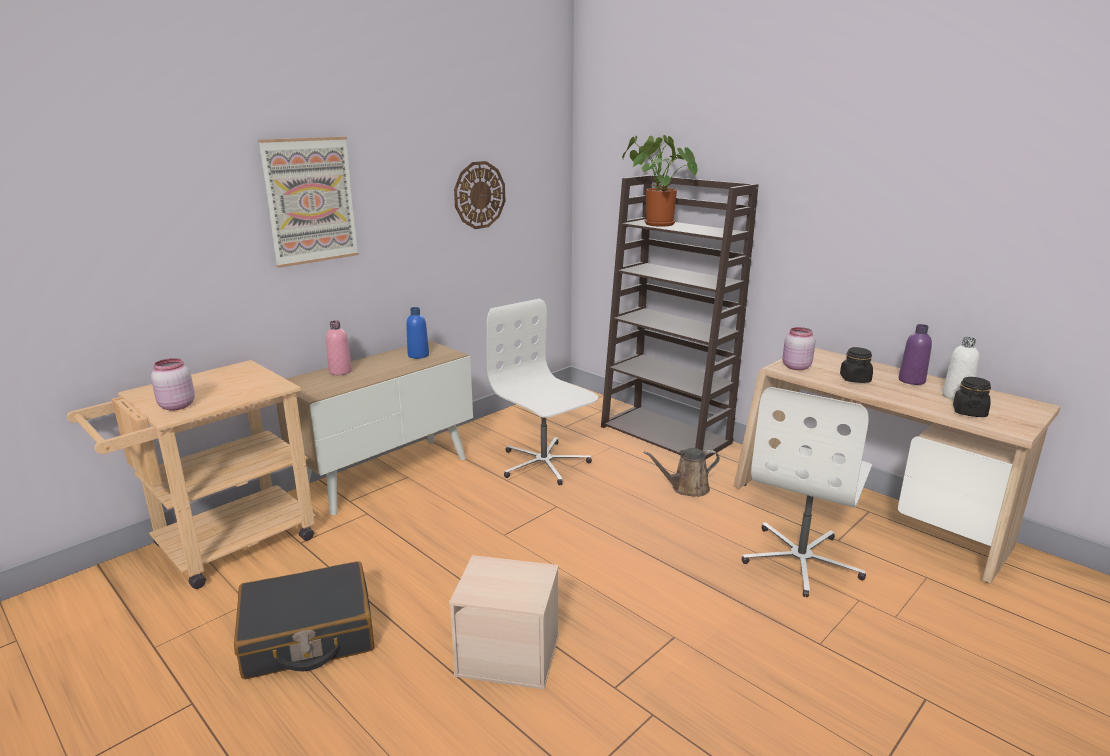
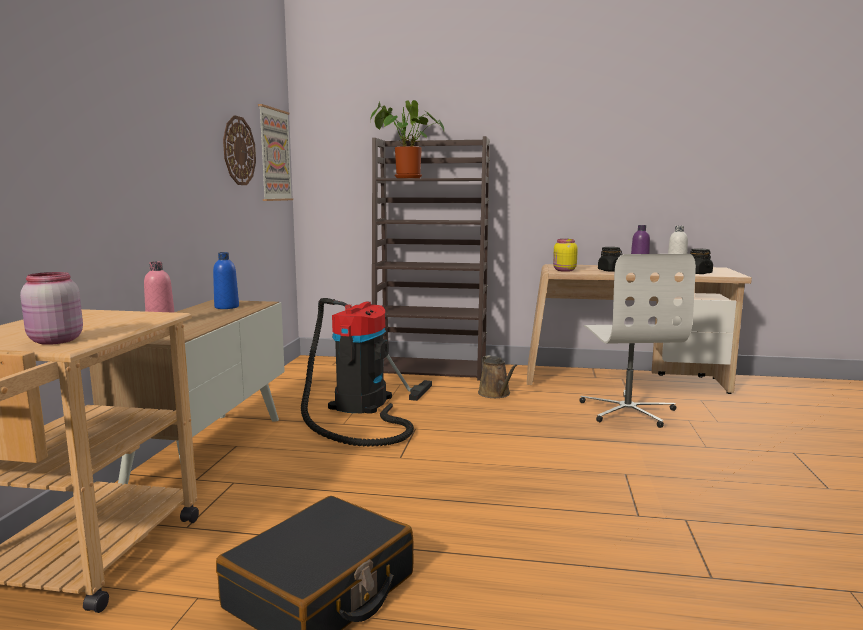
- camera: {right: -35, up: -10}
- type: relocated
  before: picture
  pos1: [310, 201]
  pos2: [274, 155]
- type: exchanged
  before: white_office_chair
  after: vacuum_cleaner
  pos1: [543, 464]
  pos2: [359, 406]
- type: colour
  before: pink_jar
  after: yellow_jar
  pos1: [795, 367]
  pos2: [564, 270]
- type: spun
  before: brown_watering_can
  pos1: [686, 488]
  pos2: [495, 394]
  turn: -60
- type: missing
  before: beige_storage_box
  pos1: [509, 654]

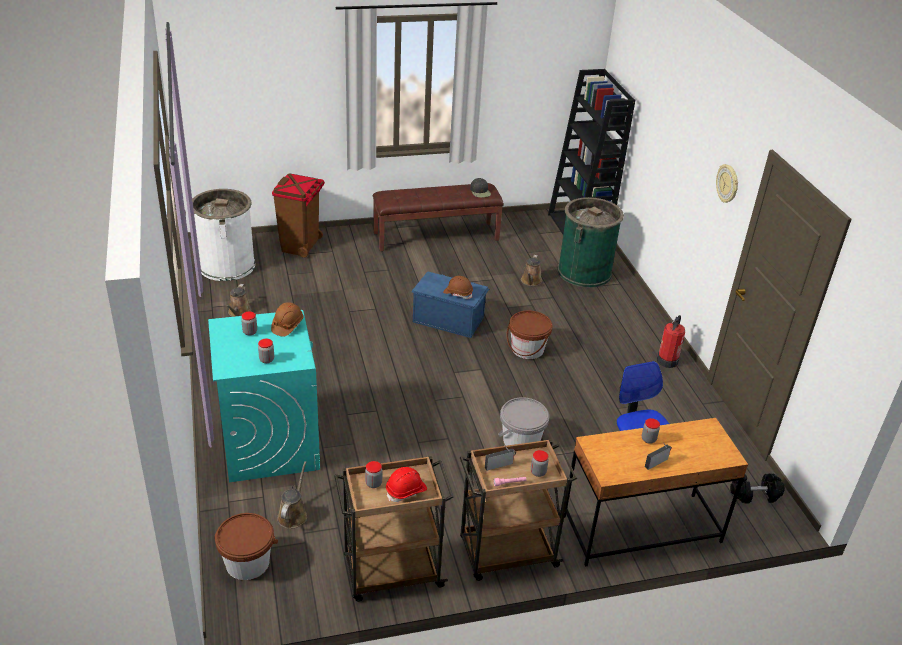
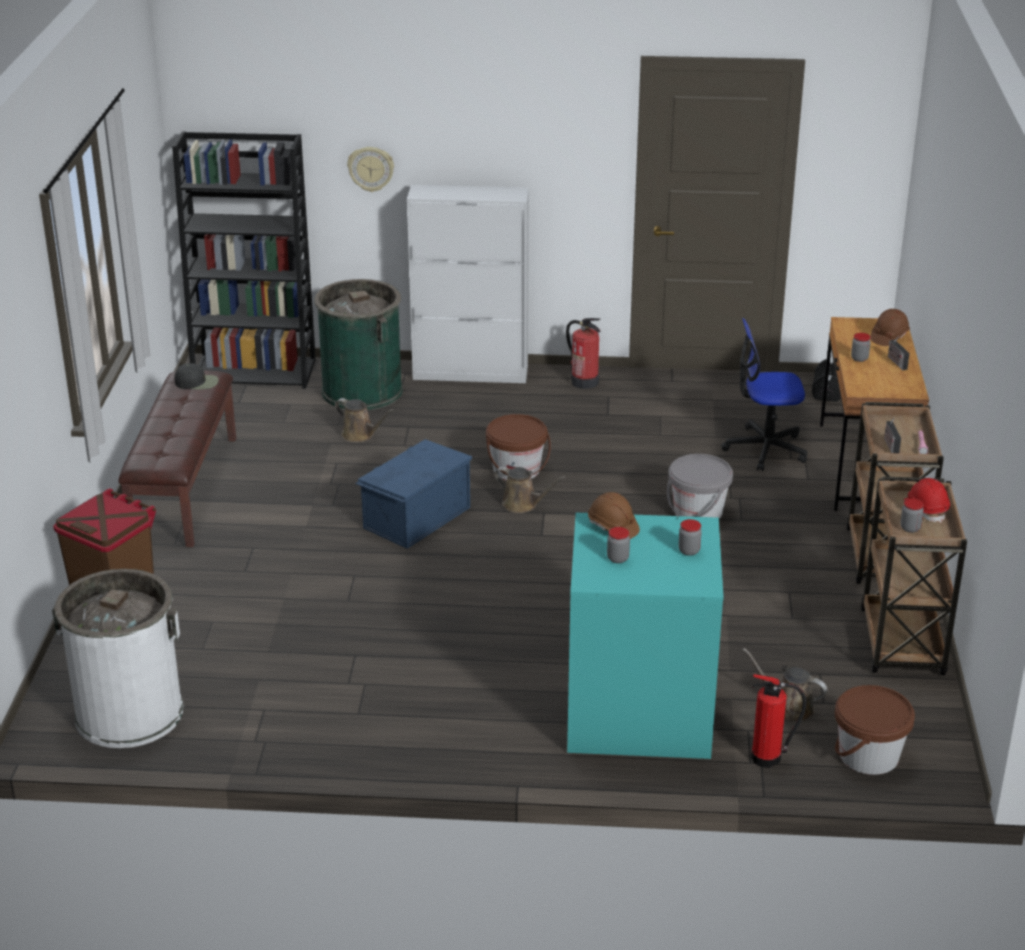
- camera: {right: -70, up: -5}
- type: relocated
  before: wall_clock
  pos1: [727, 184]
  pos2: [371, 168]
- type: relocated
  before: brown_hard_hat
  pos1: [458, 293]
  pos2: [889, 337]
- type: relocated
  before: brown_watering_can
  pos1: [239, 313]
  pos2: [523, 504]
- type: missing
  before: jar
  pos1: [538, 472]
- type: appeared
  after: white_cabinet
  pos2: [471, 373]
- type: appeared
  after: fire_extinguisher
  pos2: [769, 758]

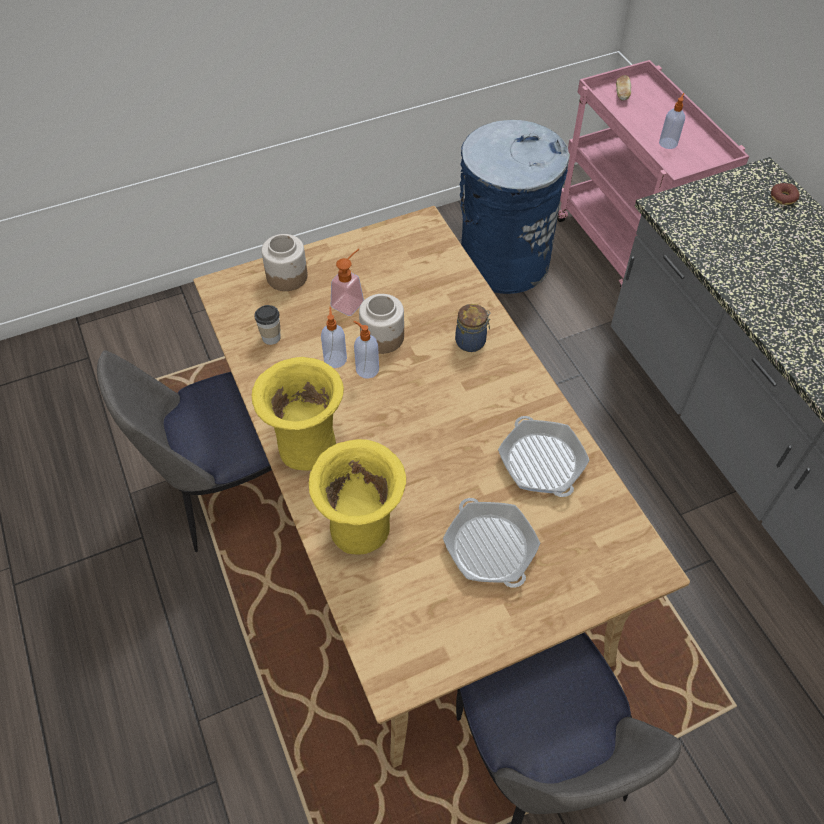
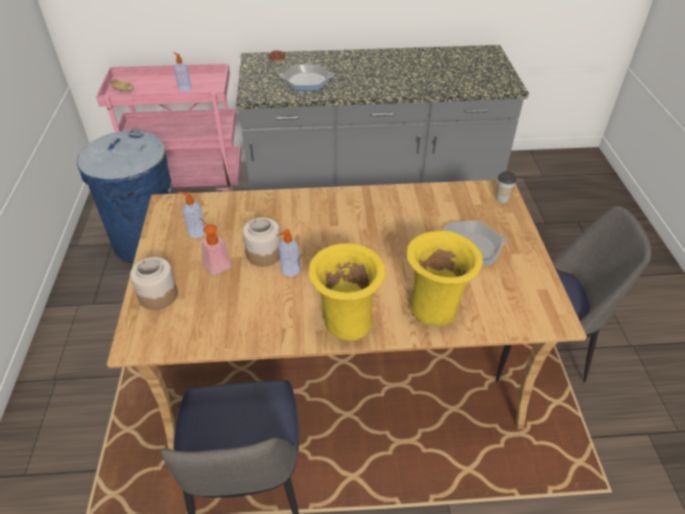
- camera: {right: -70, up: -10}
- type: missing
  before: jar
  pos1: [472, 341]
- type: relocated
  before: cup
  pos1: [271, 337]
  pos2: [502, 198]
- type: relocated
  before: soap_dispenser
  pos1: [335, 358]
  pos2: [196, 232]
- type: relocated
  before: frying_pan
  pos1: [541, 462]
  pos2: [307, 81]

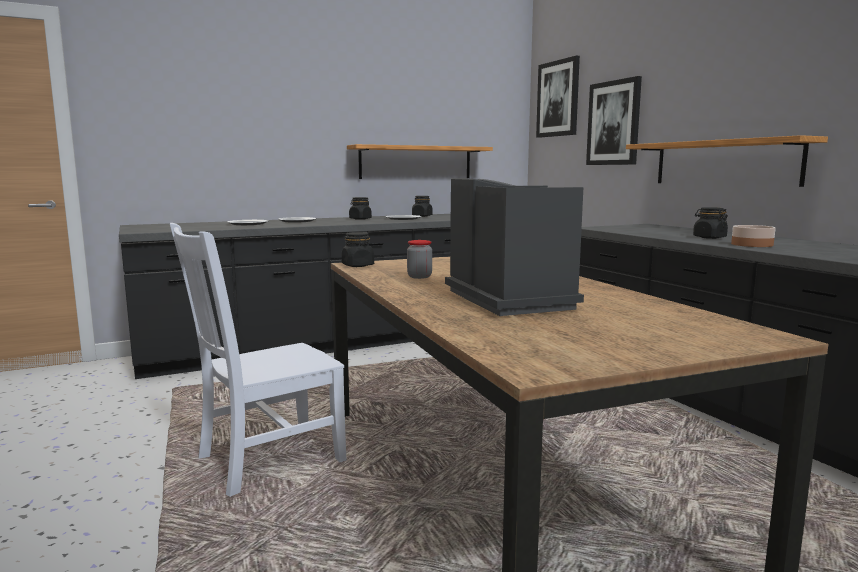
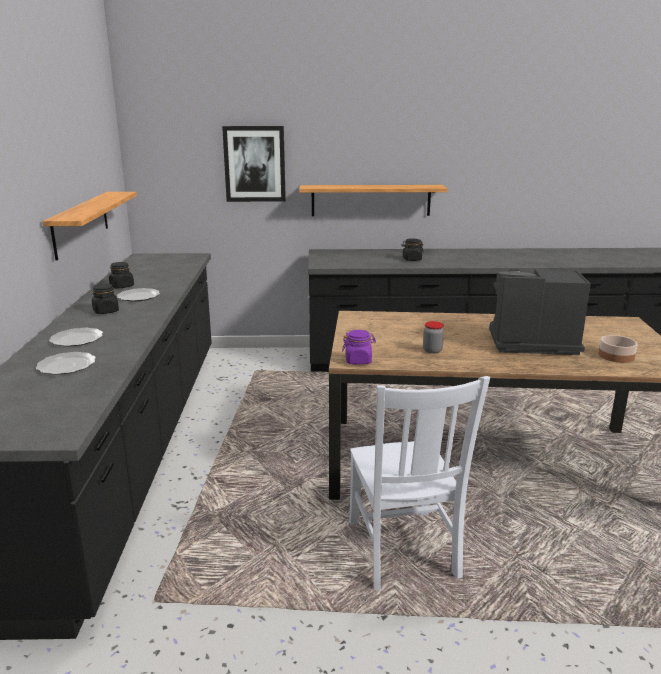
- camera: {right: -65, up: 10}
- type: missing
  before: picture
  pos1: [558, 98]
- type: relocated
  before: bowl
  pos1: [752, 244]
  pos2: [616, 356]
- type: colour
  before: black_jar
  after: purple_jar
  pos1: [358, 265]
  pos2: [358, 361]

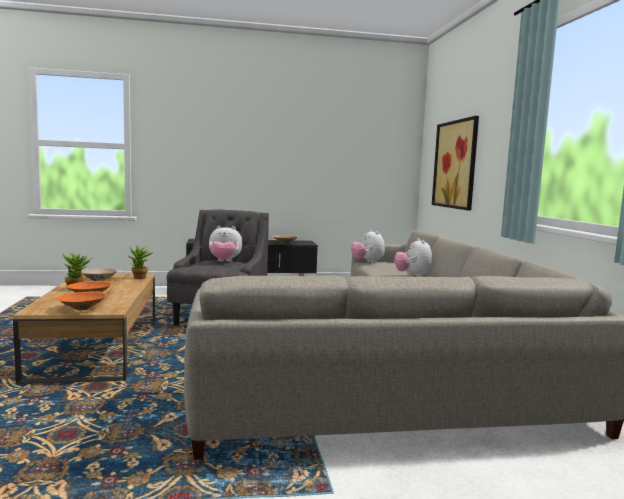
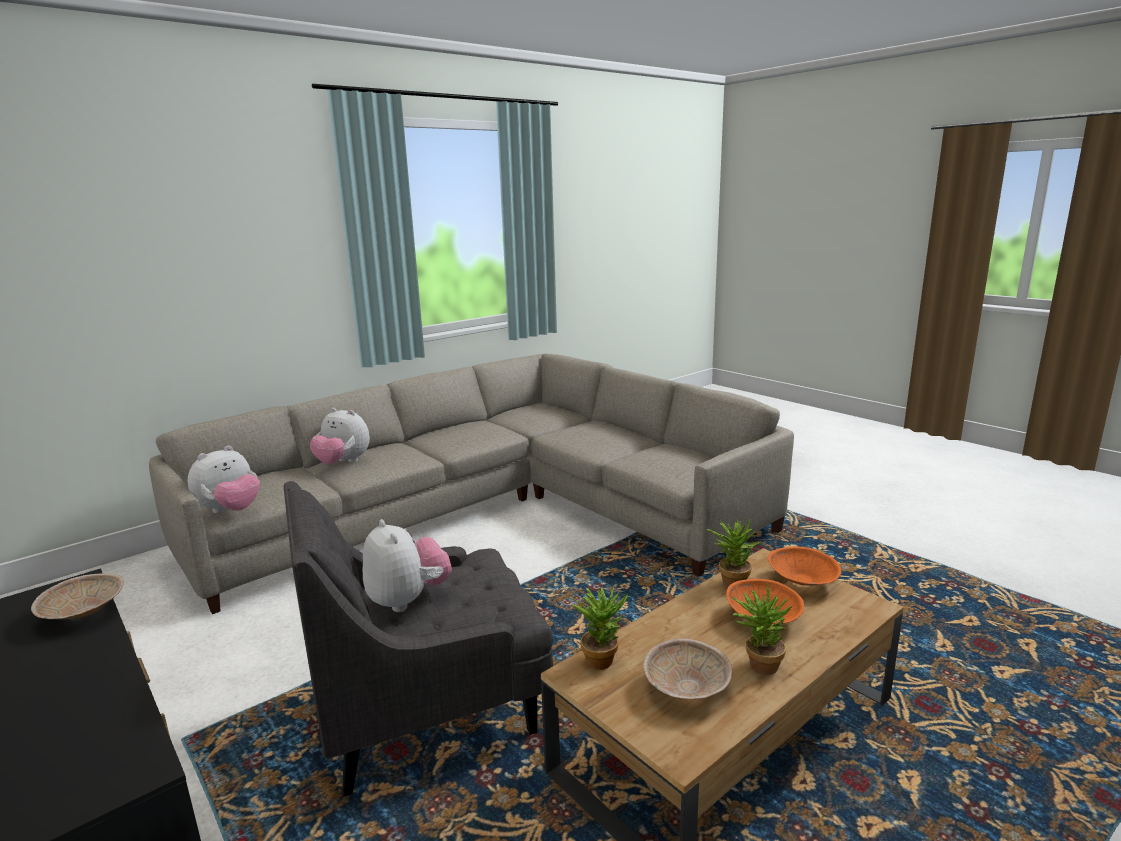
- camera: {right: -120, up: 10}
- type: missing
  before: picture
  pos1: [455, 164]
- type: spun
  before: plush_toy
  pos1: [413, 275]
  pos2: [343, 463]
  turn: 60
- type: appeared
  after: potted_plant
  pos2: [731, 580]

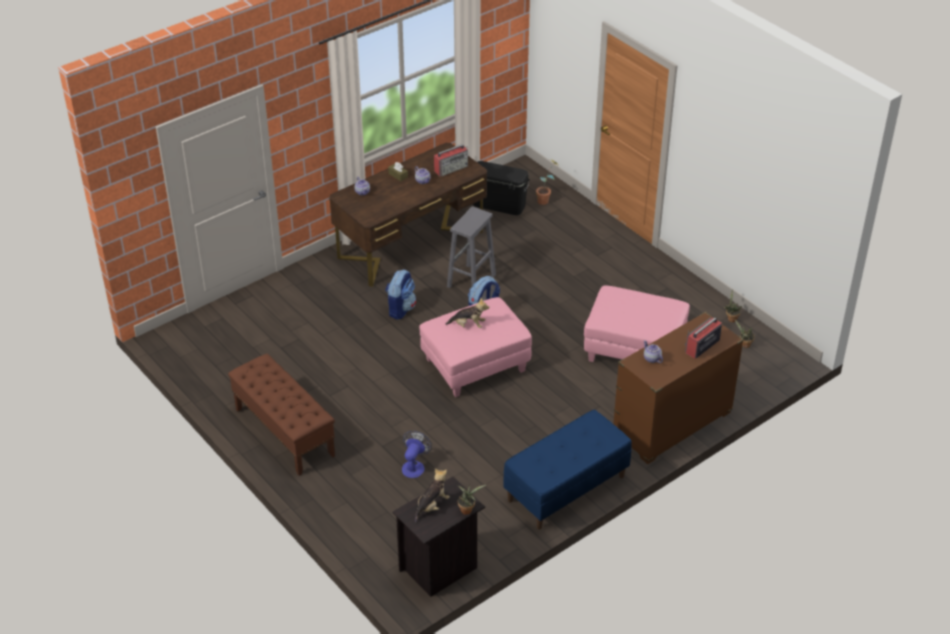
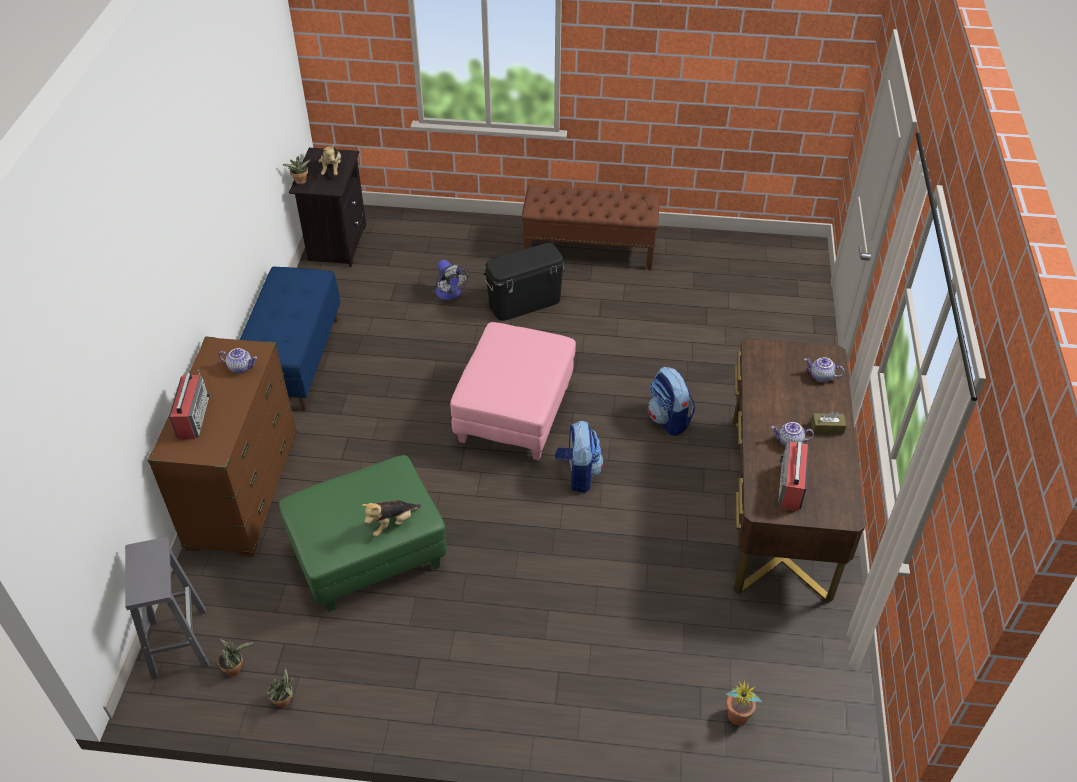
- camera: {right: 135, up: 5}
- type: relocated
  before: black_storage_box
  pos1: [499, 204]
  pos2: [524, 303]
- type: relocated
  before: grey_stool
  pos1: [471, 281]
  pos2: [179, 642]
- type: colour
  before: pink_ottoman
  after: green_ottoman
  pos1: [633, 350]
  pos2: [369, 555]
- type: relocated
  before: plush_toy
  pos1: [468, 325]
  pos2: [392, 523]

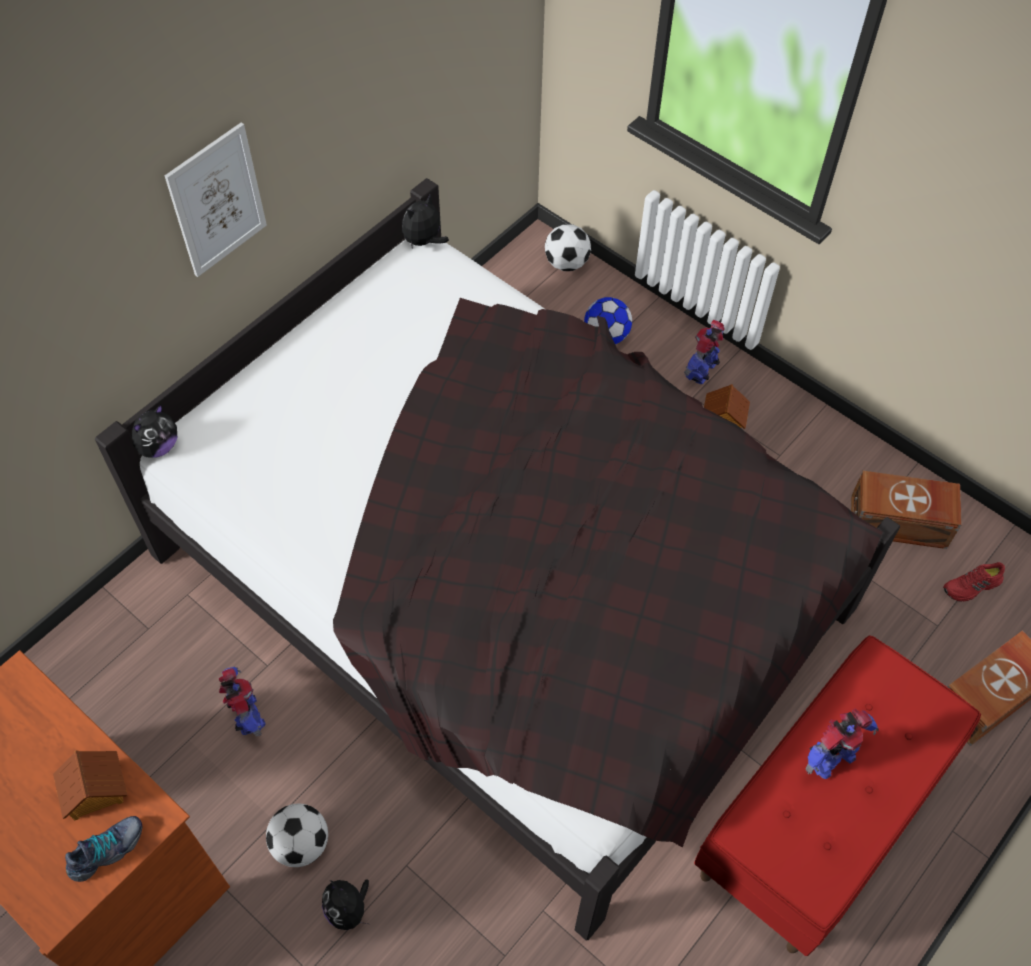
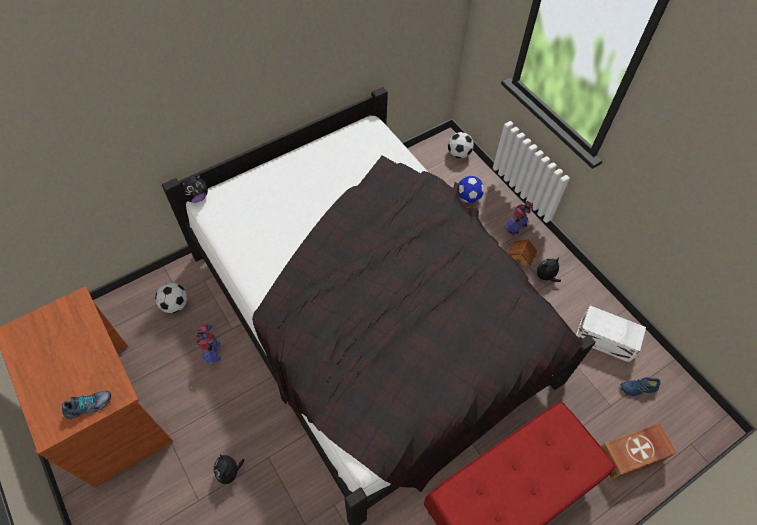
- camera: {right: 15, up: 0}
- type: missing
  before: picture
  pos1: [217, 201]
- type: relocated
  before: plush_toy
  pos1: [424, 241]
  pos2: [545, 277]
- type: colour
  before: brown_storage_box
  after: white_storage_box
  pos1: [899, 523]
  pos2: [605, 341]
- type: colour
  before: red_shoe
  after: blue_shoe
  pos1: [972, 586]
  pos2: [638, 388]
- type: missing
  before: toy_robot
  pos1: [829, 757]
- type: missing
  before: toy_house
  pos1: [94, 791]
- type: relocated
  before: football
  pos1: [301, 844]
  pos2: [175, 305]

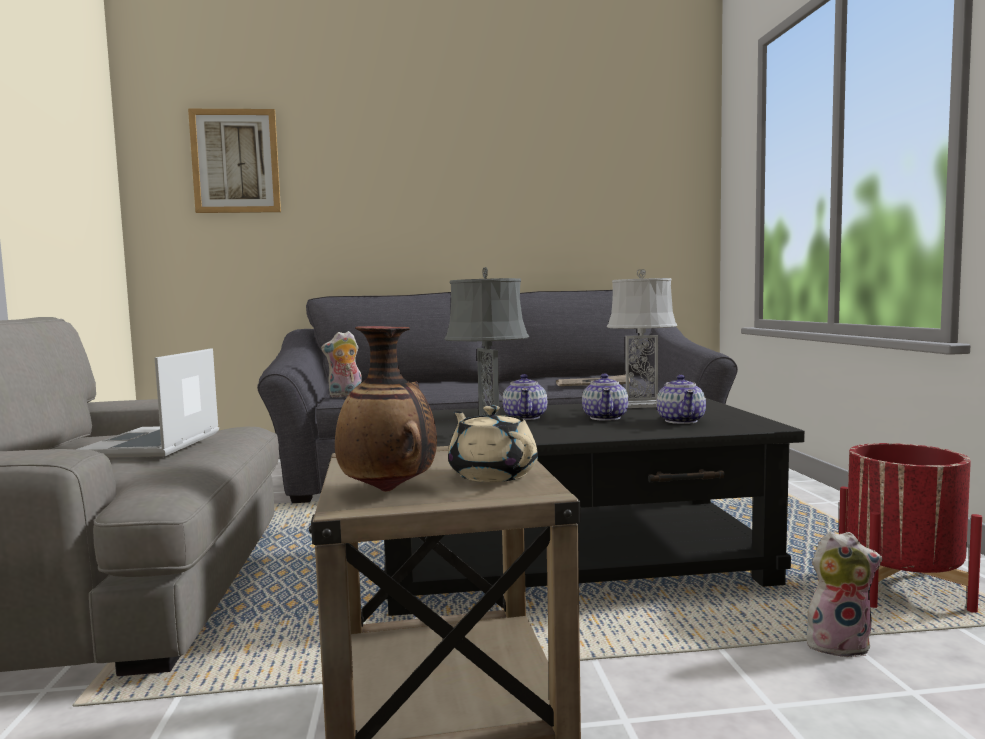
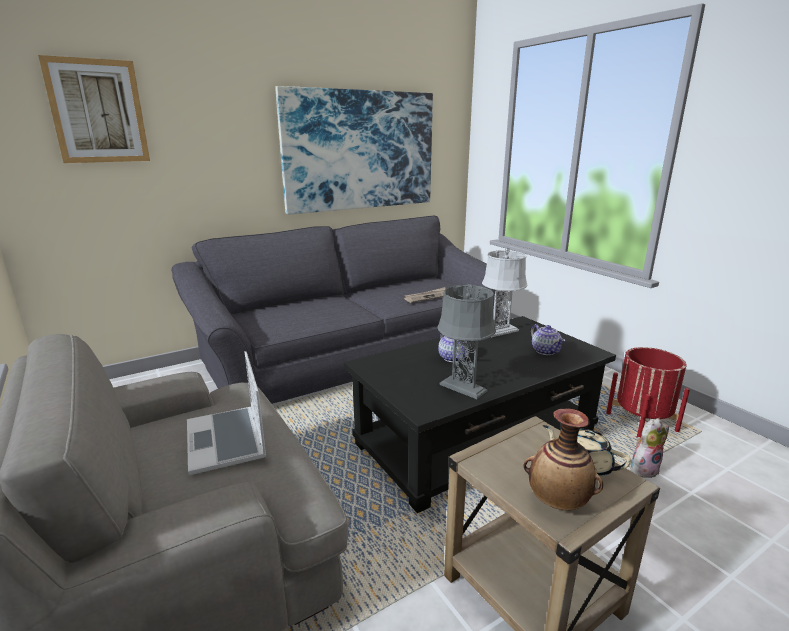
- camera: {right: -25, up: 15}
- type: missing
  before: plush_toy
  pos1: [345, 396]
- type: missing
  before: teapot
  pos1: [605, 417]
- type: appeared
  after: picture
  pos2: [360, 151]

